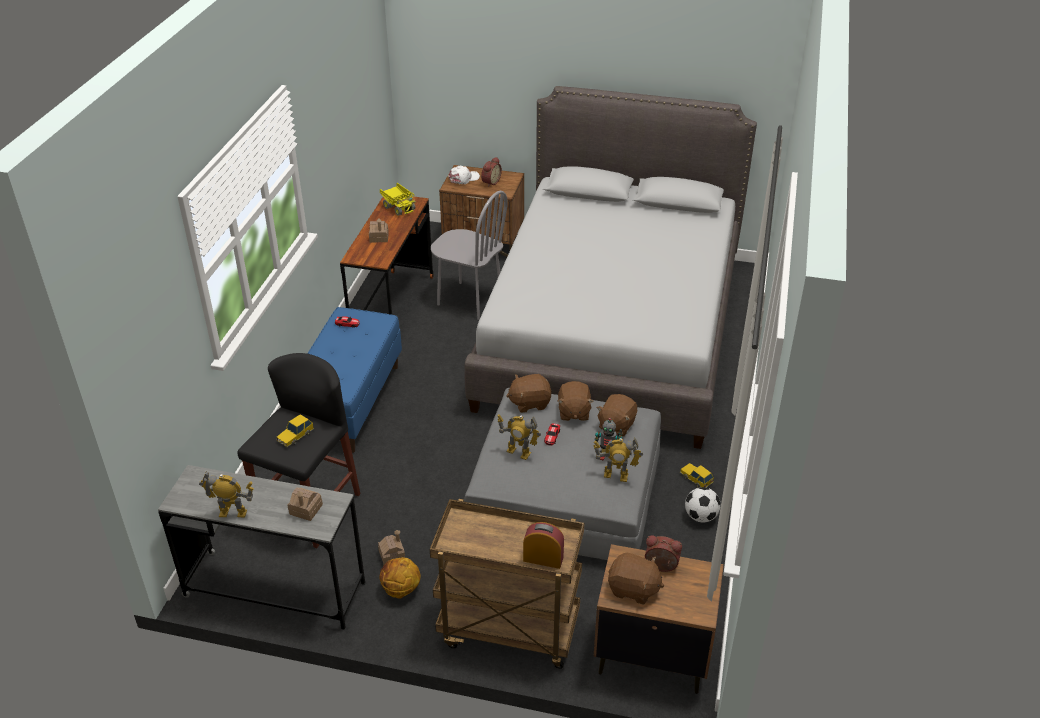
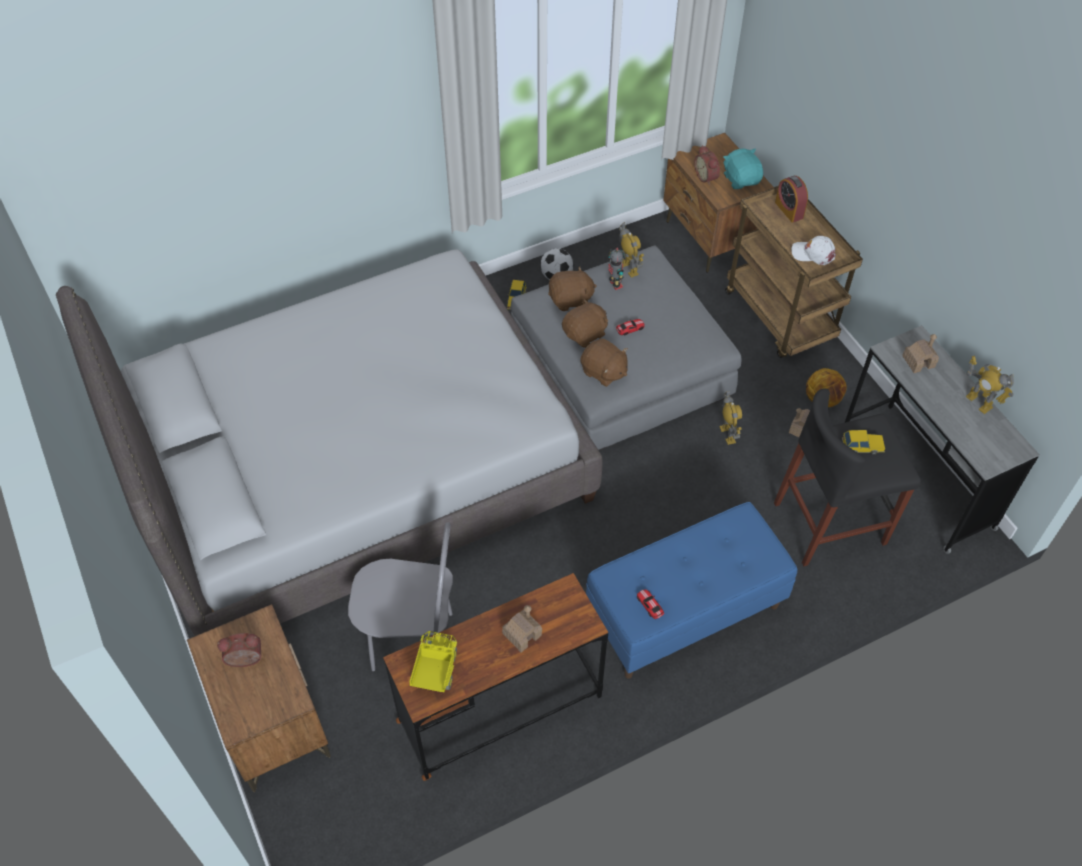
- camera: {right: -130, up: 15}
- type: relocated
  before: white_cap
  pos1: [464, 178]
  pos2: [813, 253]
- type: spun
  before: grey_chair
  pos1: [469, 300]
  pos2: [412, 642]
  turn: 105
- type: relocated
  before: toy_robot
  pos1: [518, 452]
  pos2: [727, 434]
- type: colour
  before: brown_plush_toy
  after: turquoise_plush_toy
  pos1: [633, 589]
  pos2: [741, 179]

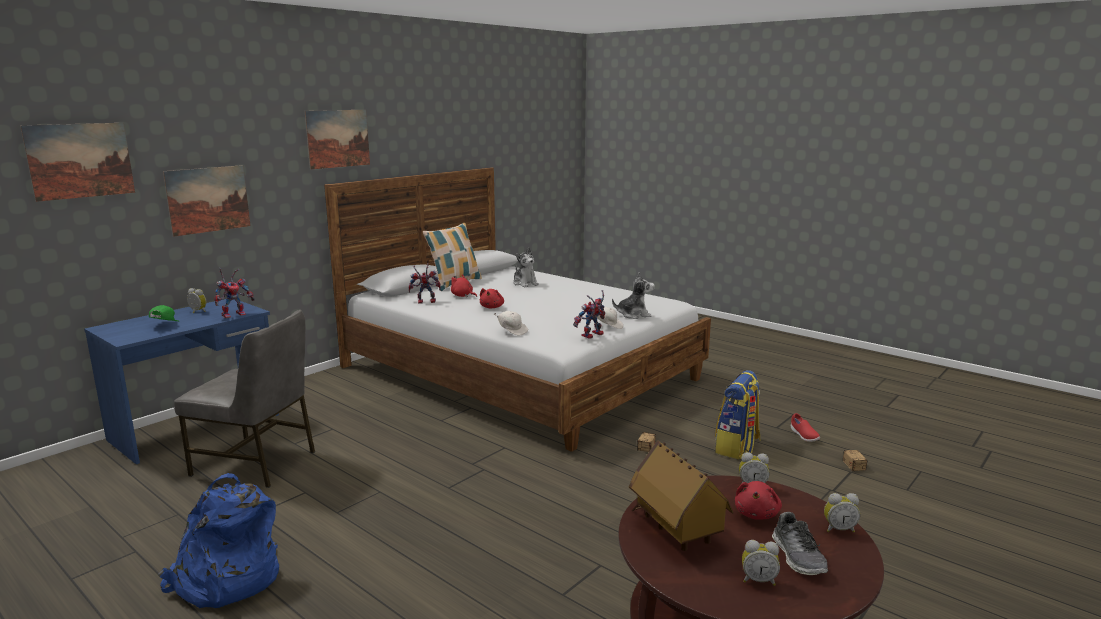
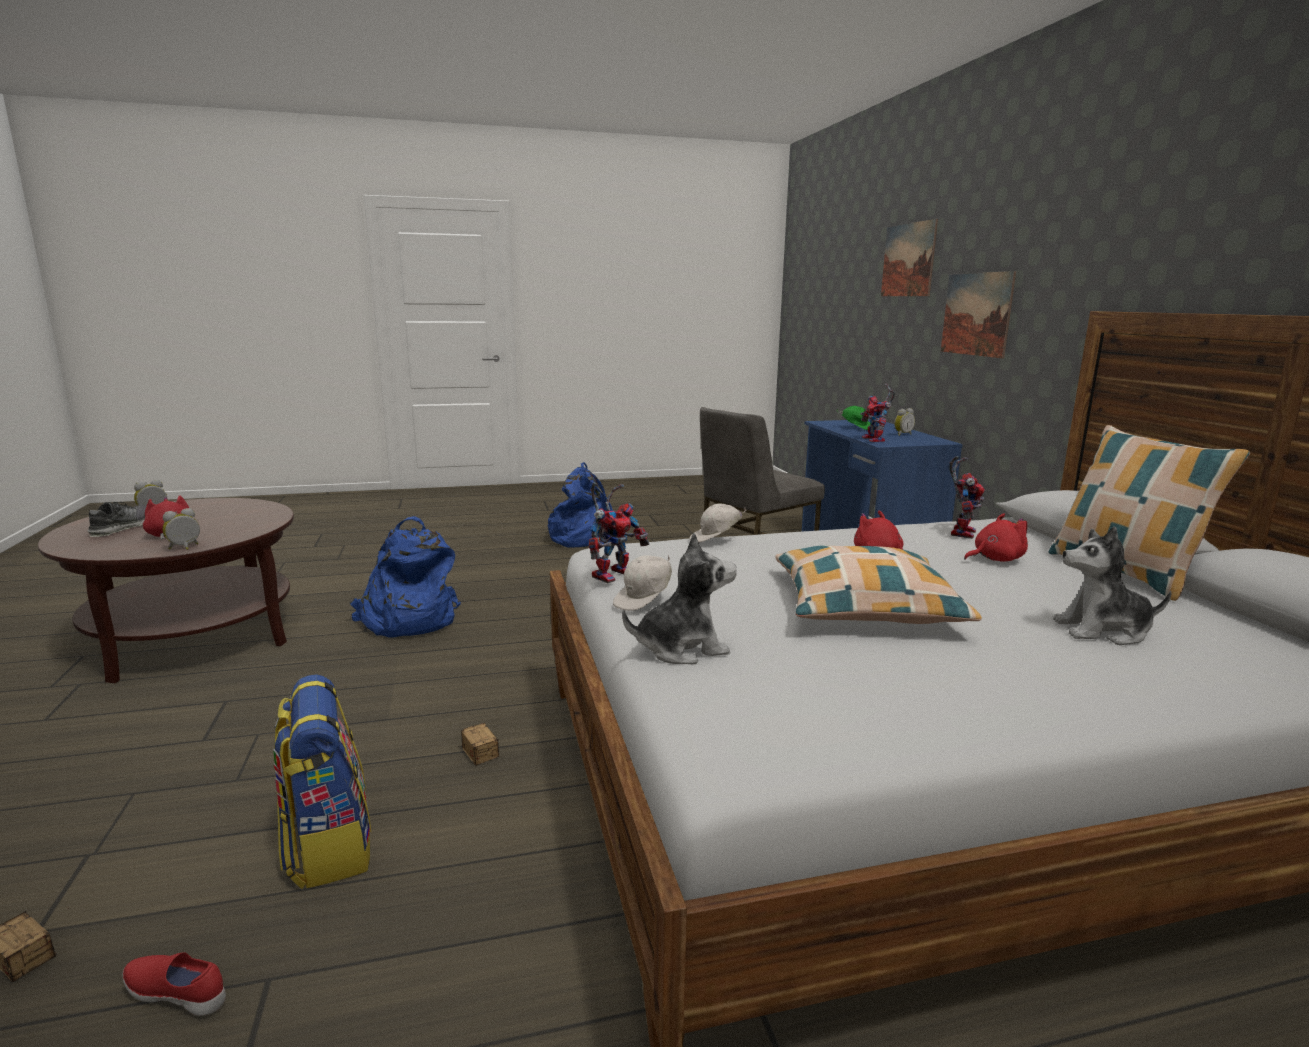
- camera: {right: 125, up: 0}
- type: missing
  before: picture
  pos1: [338, 138]
- type: spun
  before: plush_toy
  pos1: [633, 315]
  pos2: [681, 648]
  turn: -135
- type: spun
  before: toy_robot
  pos1: [592, 336]
  pos2: [613, 574]
  turn: 45
- type: missing
  before: toy_house
  pos1: [676, 531]
- type: missing
  before: alarm_clock
  pos1: [838, 529]
- type: spun
  before: shoe
  pos1: [798, 557]
  pos2: [122, 528]
  turn: 75
- type: appeared
  after: blue_backpack
  pos2: [408, 620]
- type: appeared
  after: pillow
  pos2: [865, 606]

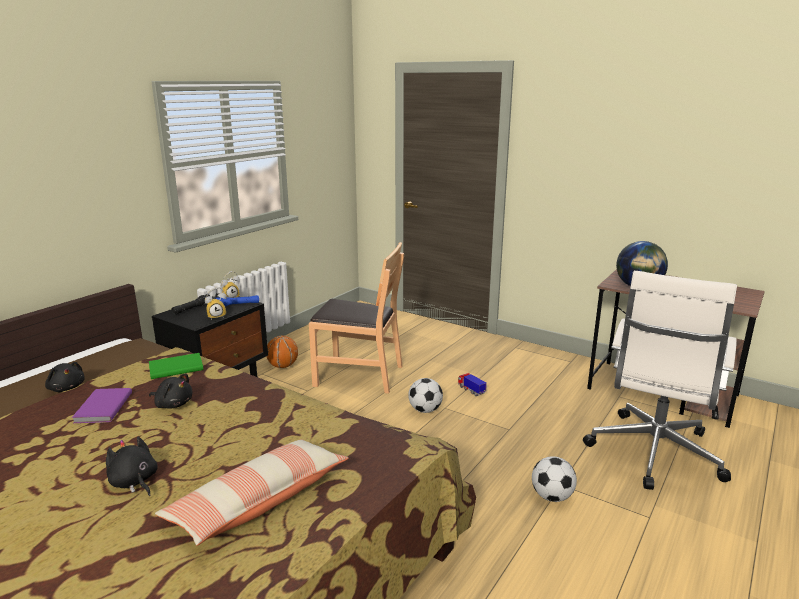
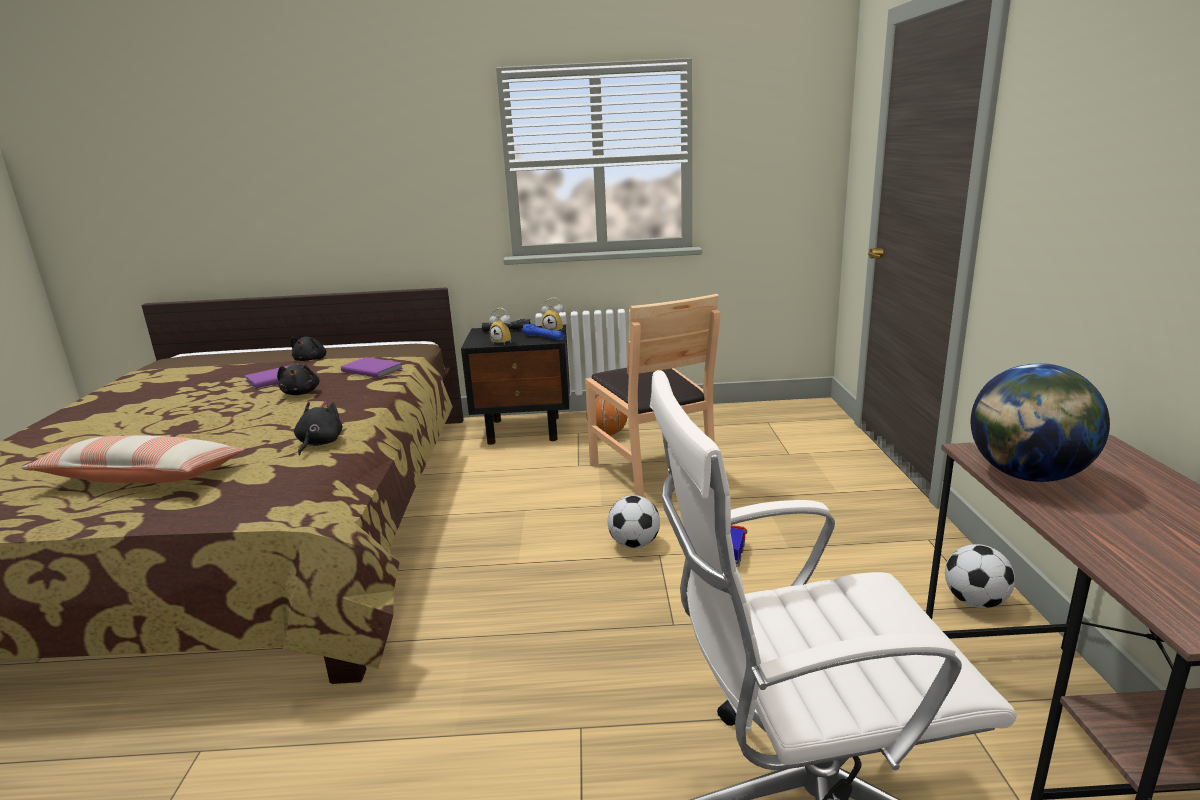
- camera: {right: 55, up: 0}
- type: colour
  before: green_book
  after: purple_book
  pos1: [175, 368]
  pos2: [372, 369]
- type: relocated
  before: black_plush_toy
  pos1: [134, 482]
  pos2: [319, 443]
- type: relocated
  before: football
  pos1: [552, 496]
  pos2: [974, 601]

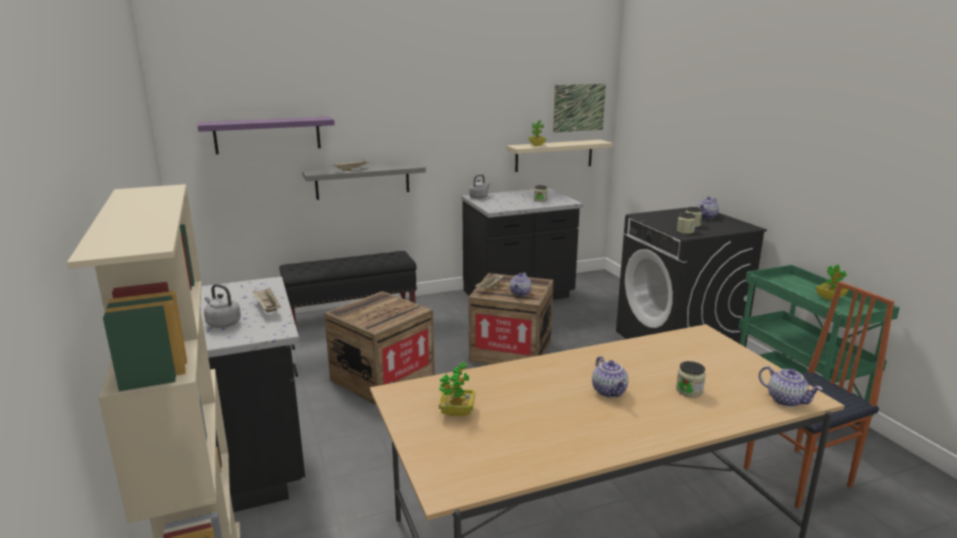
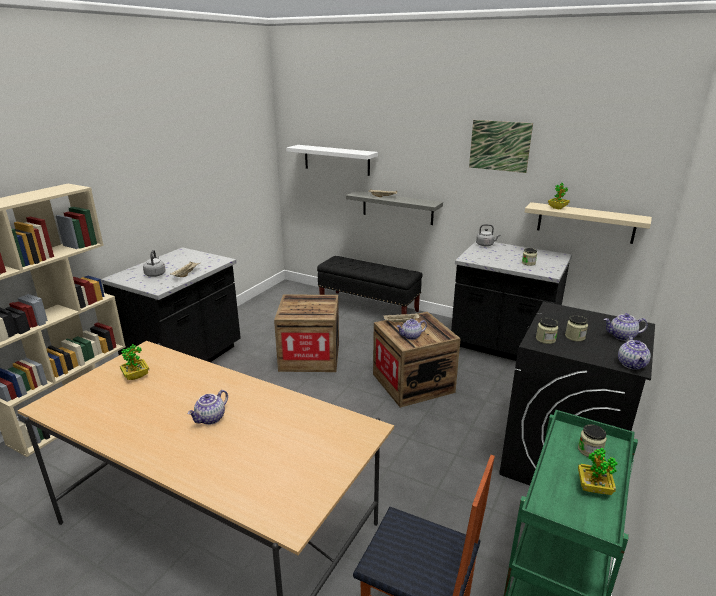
- camera: {right: 50, up: 5}
- type: relocated
  before: picture
  pos1: [579, 107]
  pos2: [499, 146]
- type: colour
  before: purple_shelf
  after: white_shelf
  pos1: [267, 135]
  pos2: [336, 160]
- type: relocated
  before: jar
  pos1: [689, 391]
  pos2: [590, 450]
- type: relocated
  before: teapot
  pos1: [786, 400]
  pos2: [632, 364]

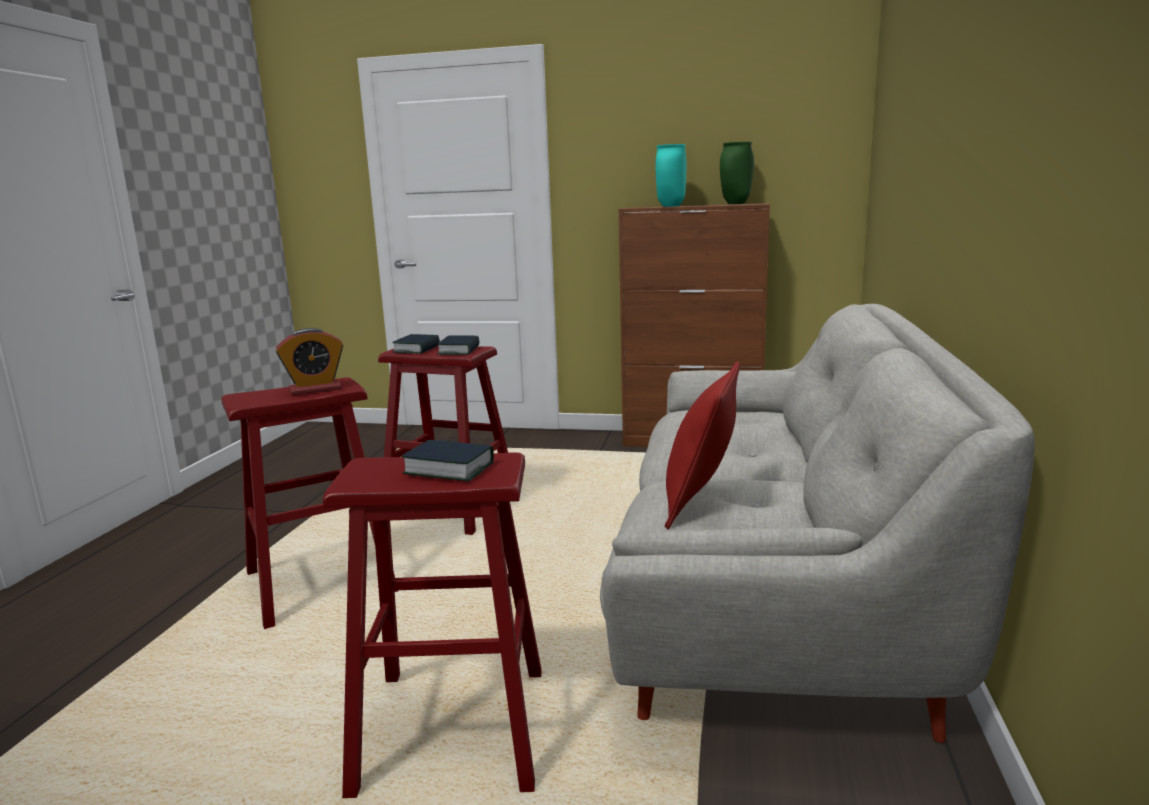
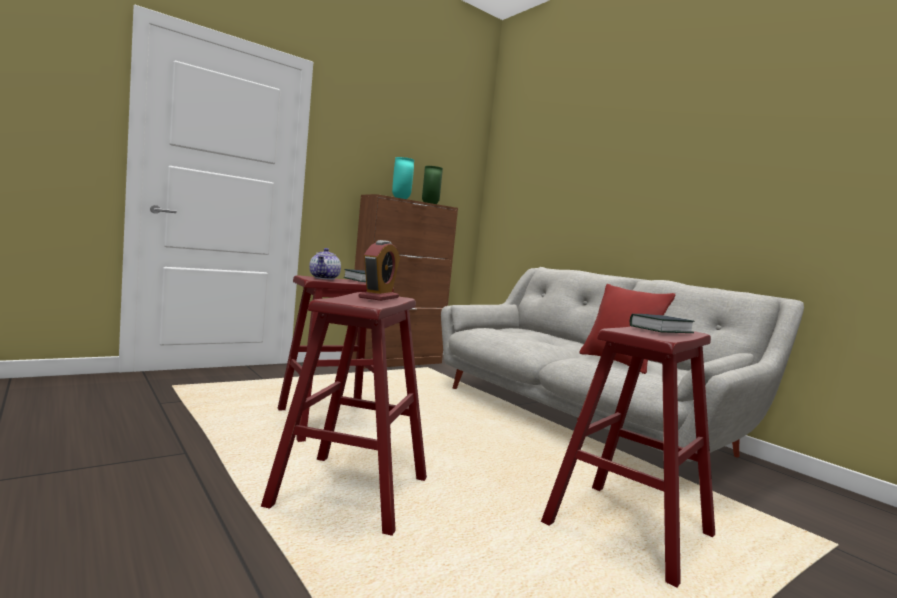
- camera: {right: -50, up: -10}
- type: exchanged
  before: book
  after: teapot
  pos1: [417, 349]
  pos2: [325, 278]

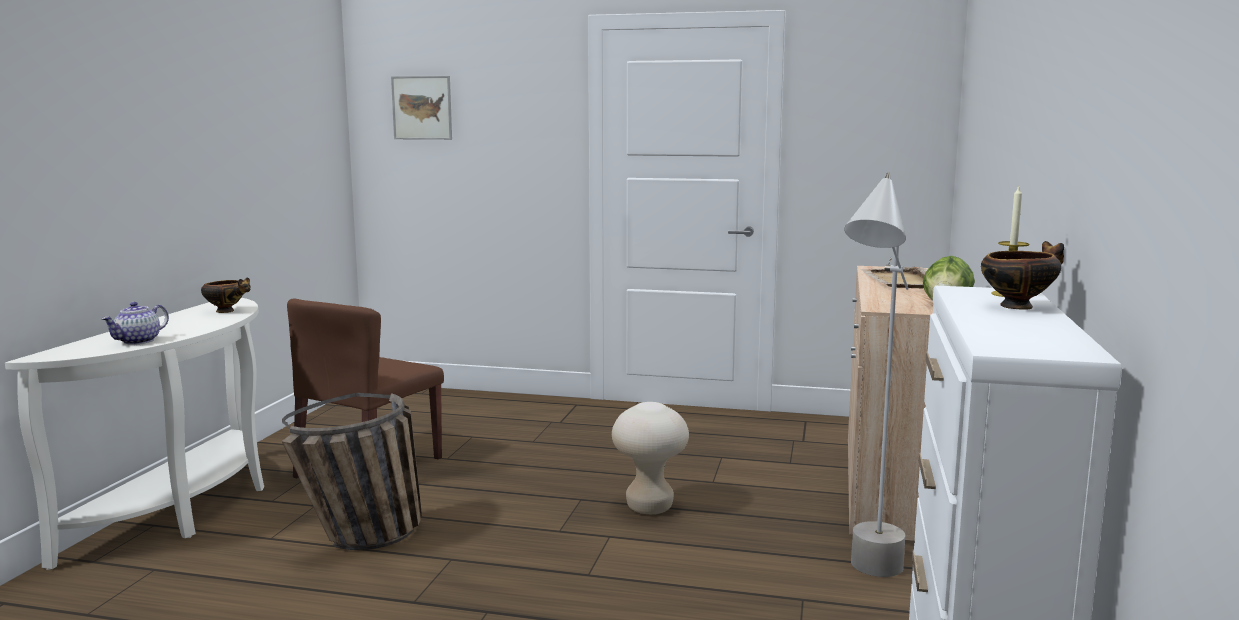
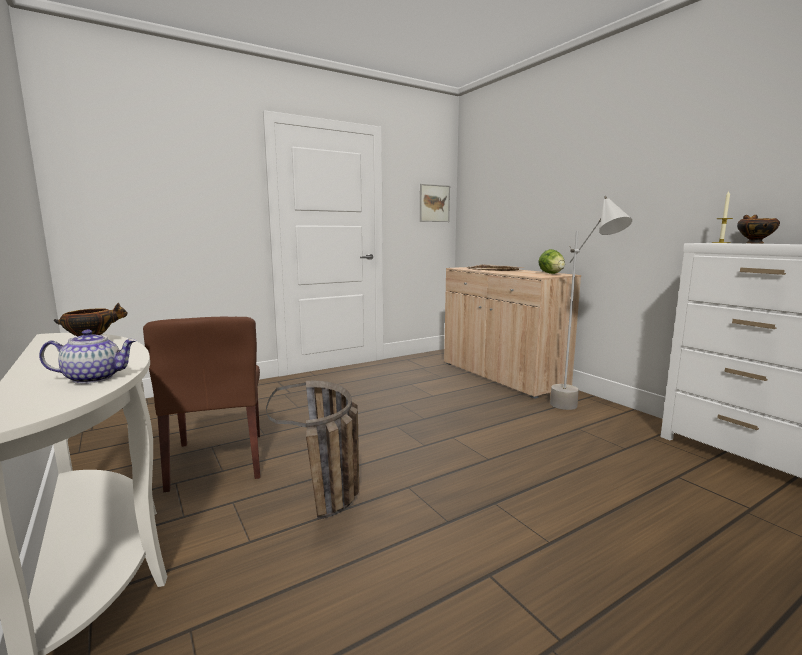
- camera: {right: -45, up: 0}
- type: relocated
  before: picture
  pos1: [422, 108]
  pos2: [434, 203]
- type: spun
  before: teapot
  pos1: [138, 341]
  pos2: [94, 378]
  turn: -90
- type: missing
  before: beige_stool
  pos1: [649, 507]

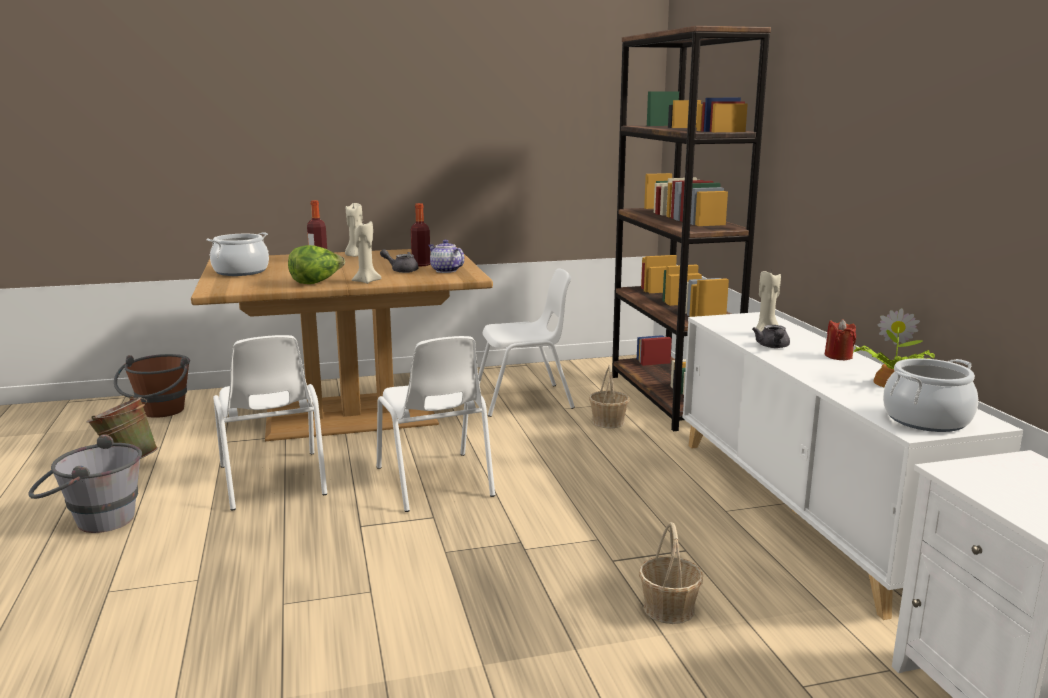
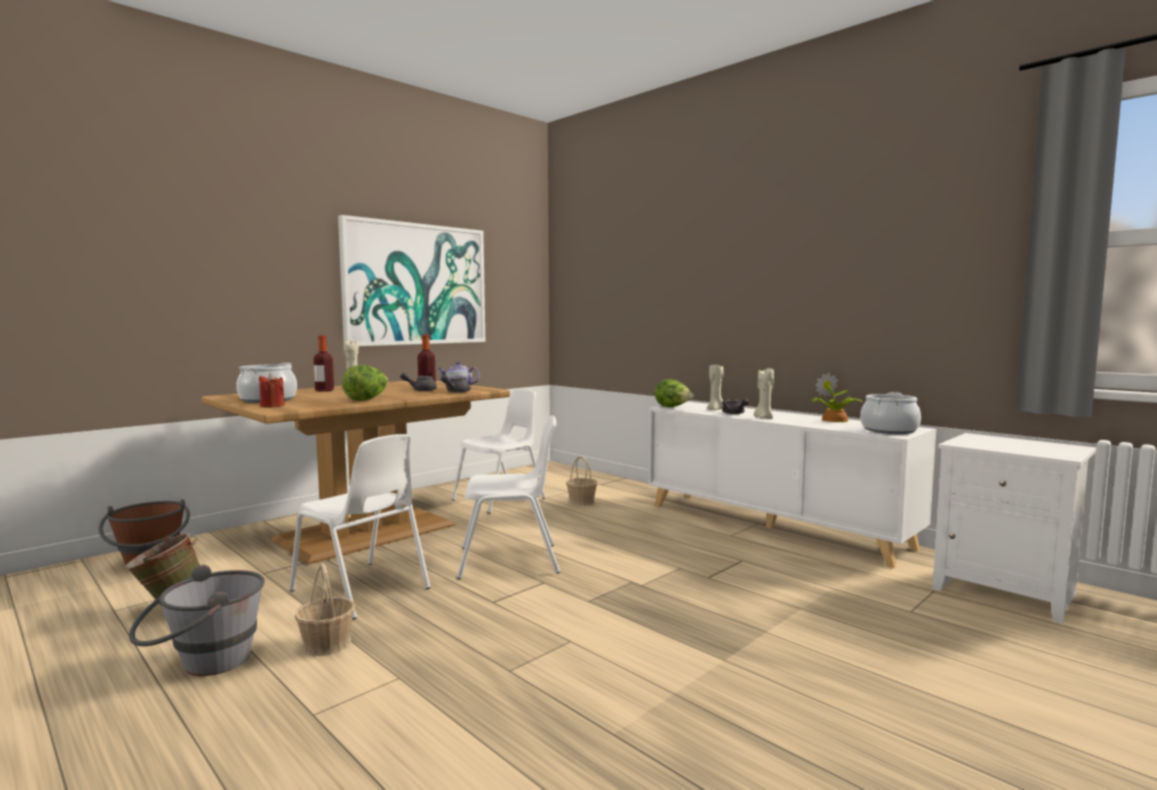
- camera: {right: -30, up: -10}
- type: missing
  before: brown_bookcase
  pos1: [670, 399]
- type: relocated
  before: beige_candle
  pos1: [366, 281]
  pos2: [763, 418]
- type: relocated
  before: red_candle
  pos1: [838, 356]
  pos2: [272, 406]
- type: spun
  before: white_chair
  pos1: [435, 482]
  pos2: [510, 561]
  turn: -45
- type: relocated
  before: basket
  pos1: [669, 608]
  pos2: [327, 644]
- type: appeared
  after: picture
  pos2: [416, 284]
- type: appeared
  after: grey_teapot
  pos2: [455, 392]
- type: appeared
  after: lettuce
  pos2: [673, 407]

